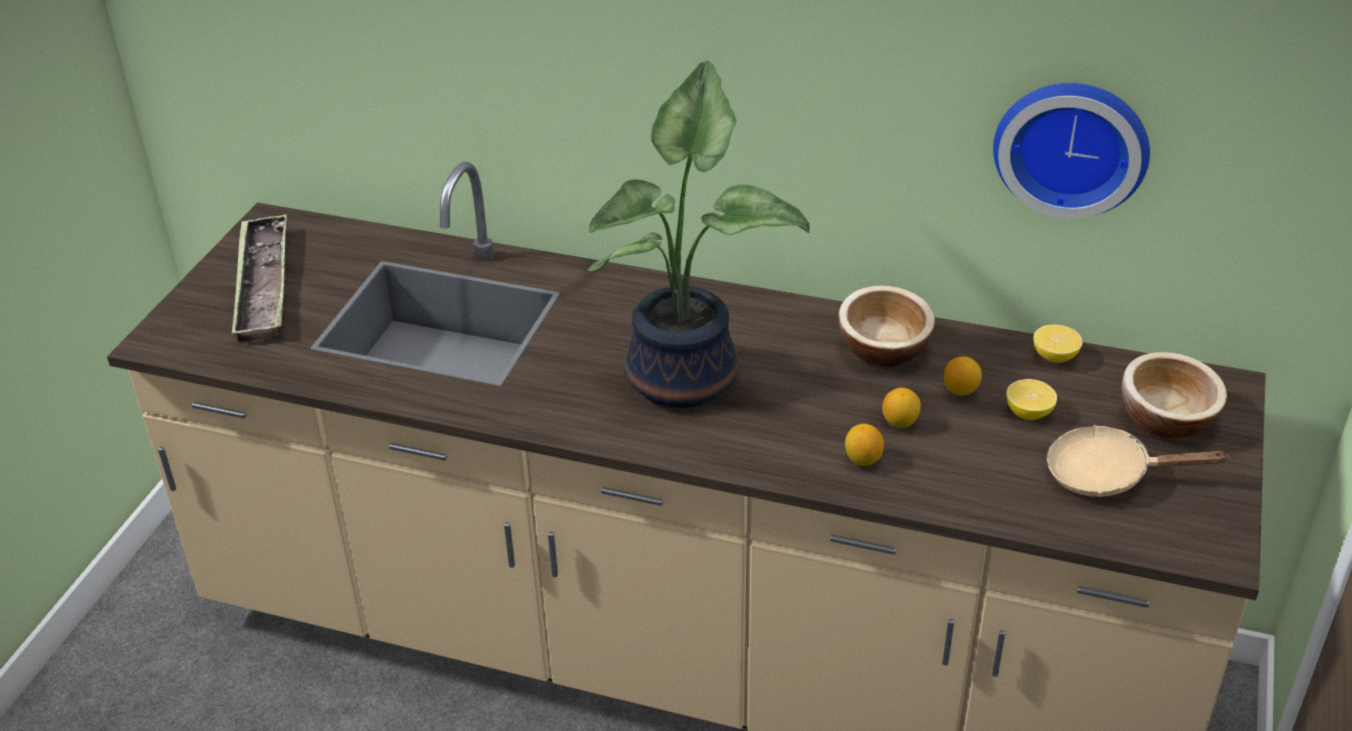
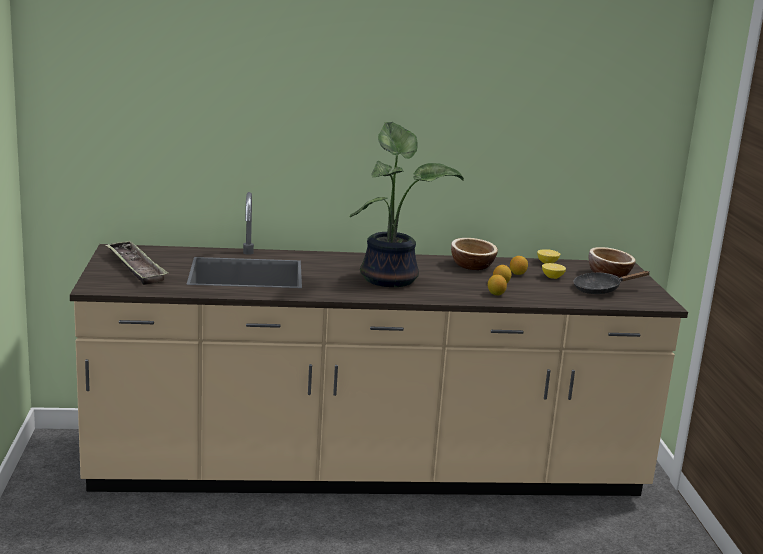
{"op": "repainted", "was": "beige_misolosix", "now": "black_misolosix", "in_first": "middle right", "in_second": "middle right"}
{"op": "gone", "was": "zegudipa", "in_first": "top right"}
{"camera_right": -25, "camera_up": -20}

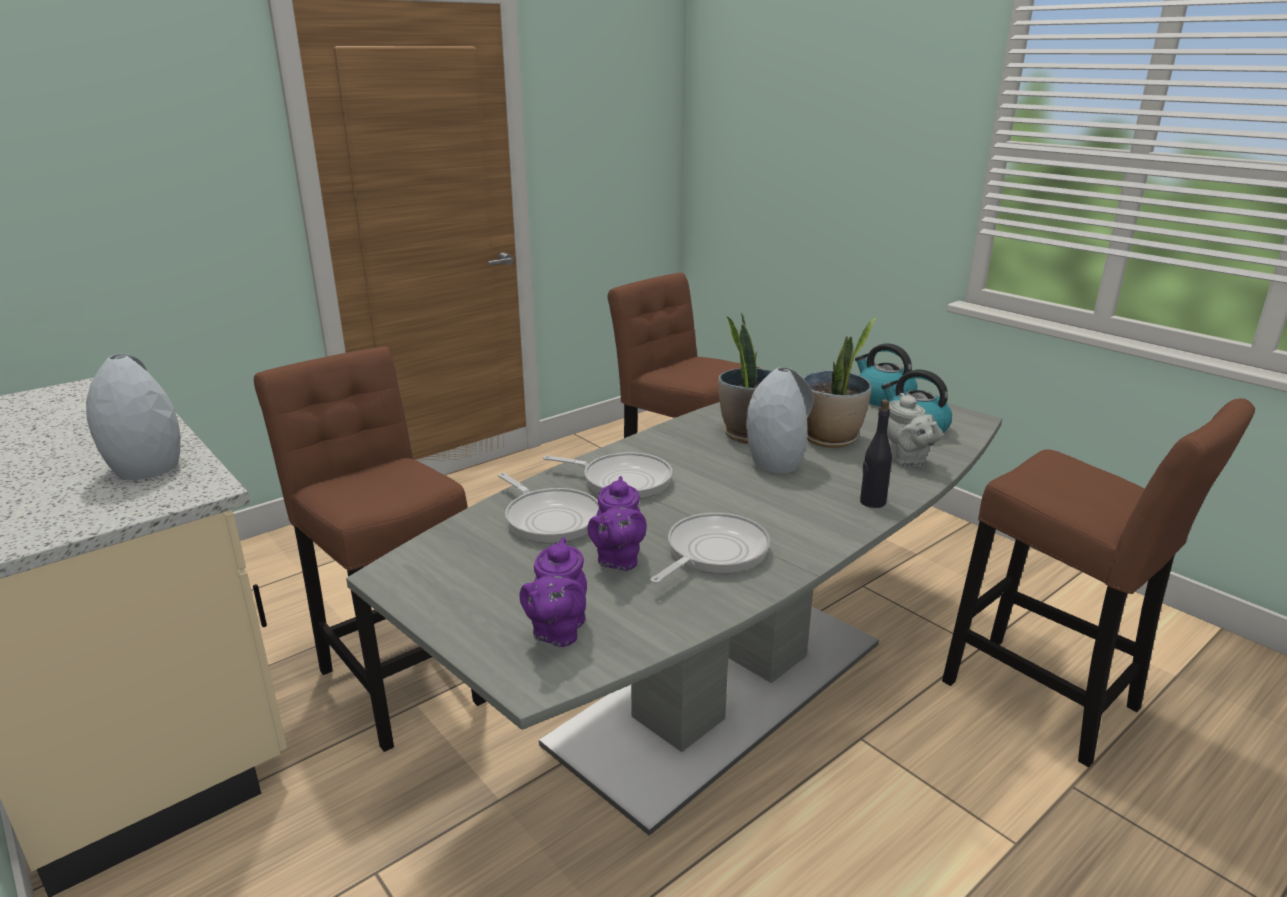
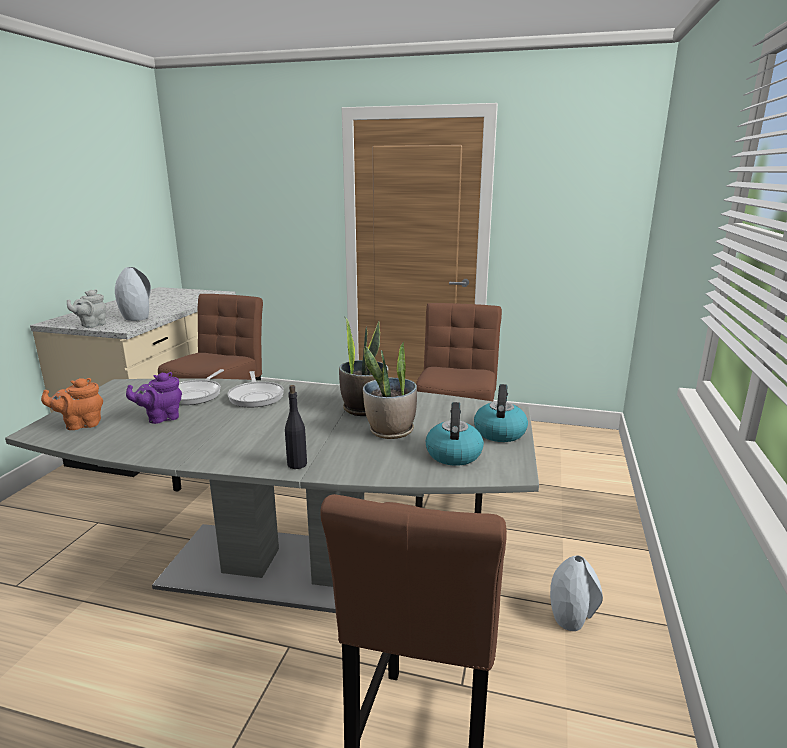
{"op": "repainted", "was": "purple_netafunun (no. 1 from left)", "now": "orange_netafunun", "in_first": "centre", "in_second": "middle left"}
{"op": "shifted", "was": "grey_netafunun", "in_first": "middle right", "in_second": "middle left"}
{"op": "shifted", "was": "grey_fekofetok (no. 2 from left)", "in_first": "centre", "in_second": "bottom right"}
{"op": "gone", "was": "misolosix (no. 3 from left)", "in_first": "centre"}
{"camera_right": 55, "camera_up": -5}

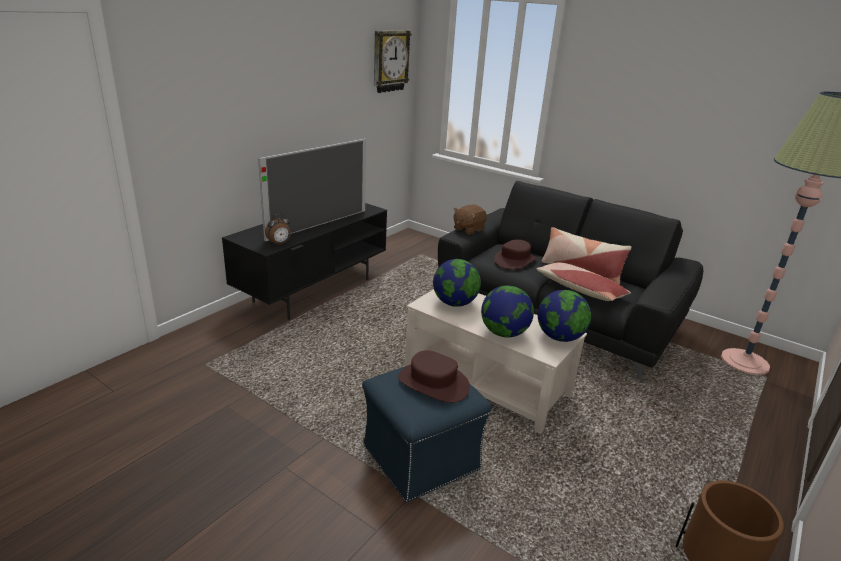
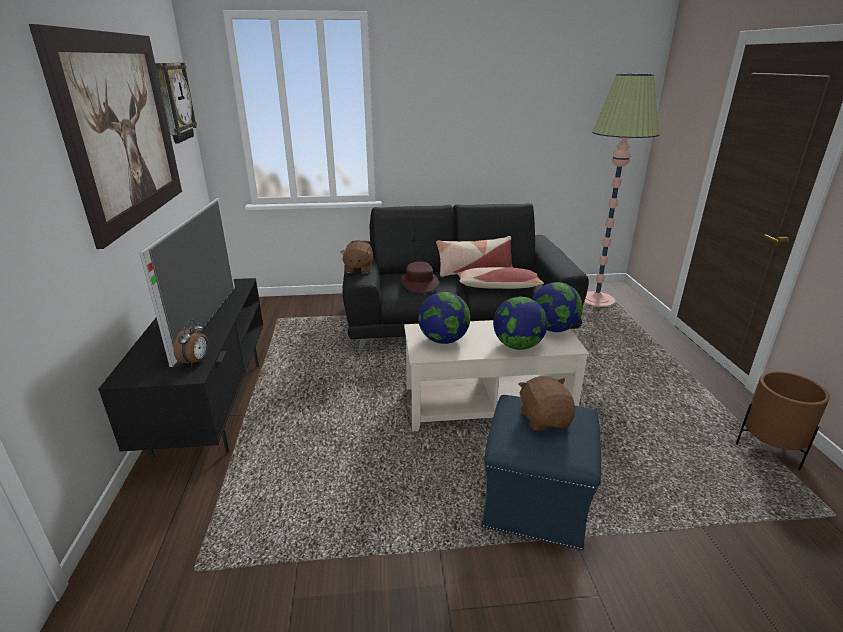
{"op": "new", "now": "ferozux", "in_second": "top left"}
{"op": "swapped", "was": "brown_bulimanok (no. 1 from left)", "now": "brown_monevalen (no. 2 from left)", "in_first": "bottom centre", "in_second": "centre"}
{"camera_right": -40, "camera_up": 0}

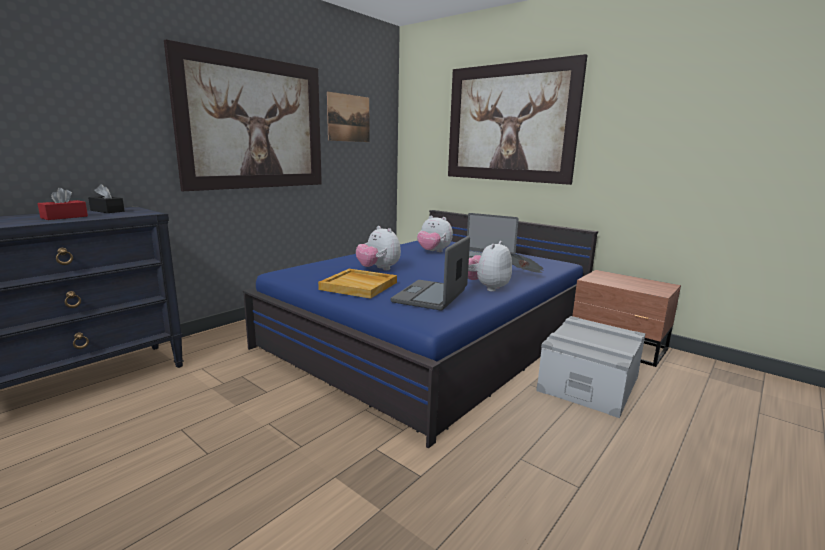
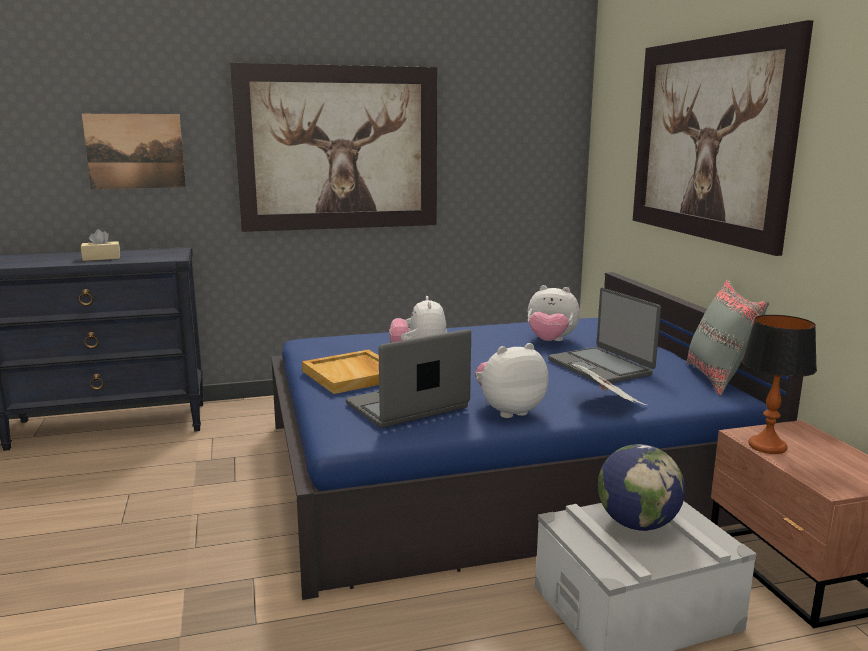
{"op": "repainted", "was": "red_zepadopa", "now": "beige_zepadopa", "in_first": "middle left", "in_second": "middle left"}
{"op": "shifted", "was": "ferozux (no. 2 from left in the first image)", "now": "ferozux (no. 1 from left)", "in_first": "top centre", "in_second": "top left"}
{"op": "rotated", "was": "monevalen (no. 2 from left in the first image)", "in_first": "centre", "in_second": "centre", "clockwise": -45}
{"op": "new", "now": "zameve", "in_second": "bottom right"}
{"op": "new", "now": "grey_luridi", "in_second": "middle right"}
{"op": "new", "now": "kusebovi", "in_second": "middle right"}
{"op": "gone", "was": "black_zepadopa", "in_first": "middle left"}
{"camera_right": 35, "camera_up": 0}

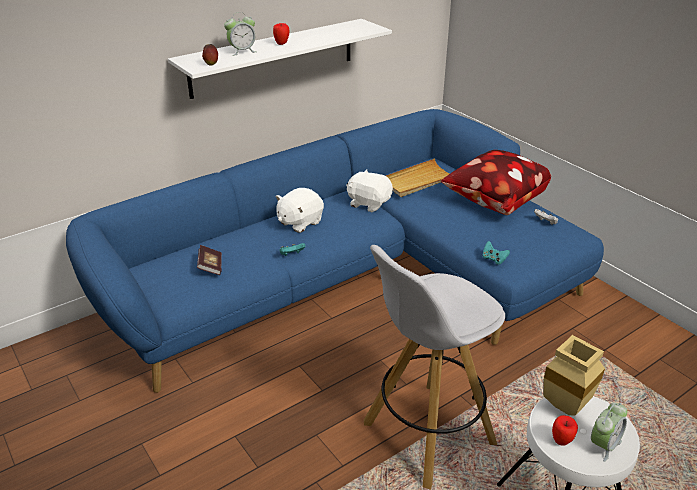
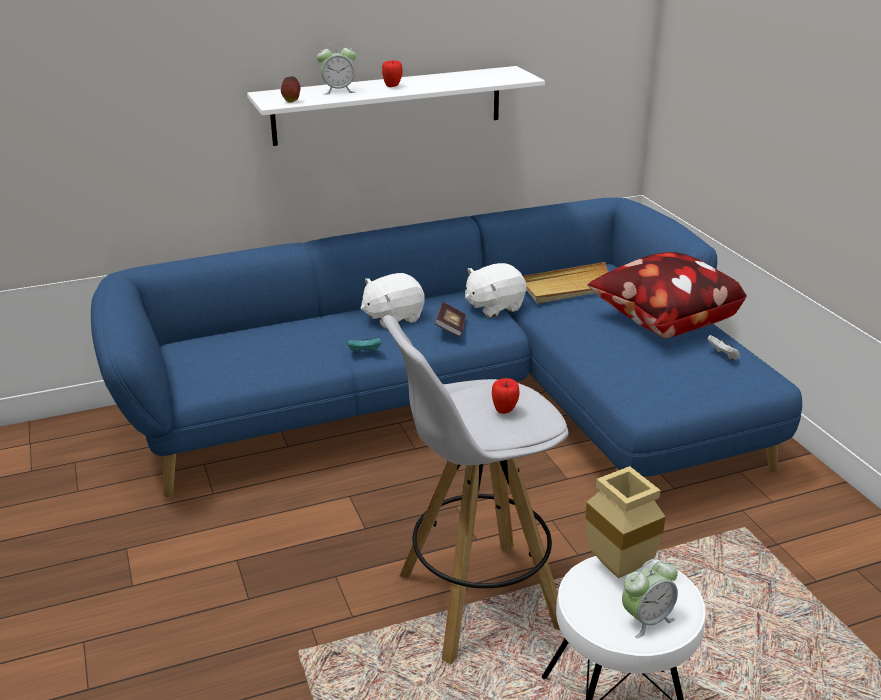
{"op": "shifted", "was": "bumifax", "in_first": "middle left", "in_second": "centre"}
{"op": "rotated", "was": "white_monevalen (no. 2 from left)", "in_first": "centre", "in_second": "centre", "clockwise": -75}
{"op": "shifted", "was": "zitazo (no. 3 from left)", "in_first": "bottom right", "in_second": "centre"}
{"op": "gone", "was": "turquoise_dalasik (no. 2 from left)", "in_first": "middle right"}
{"camera_right": 15, "camera_up": -5}

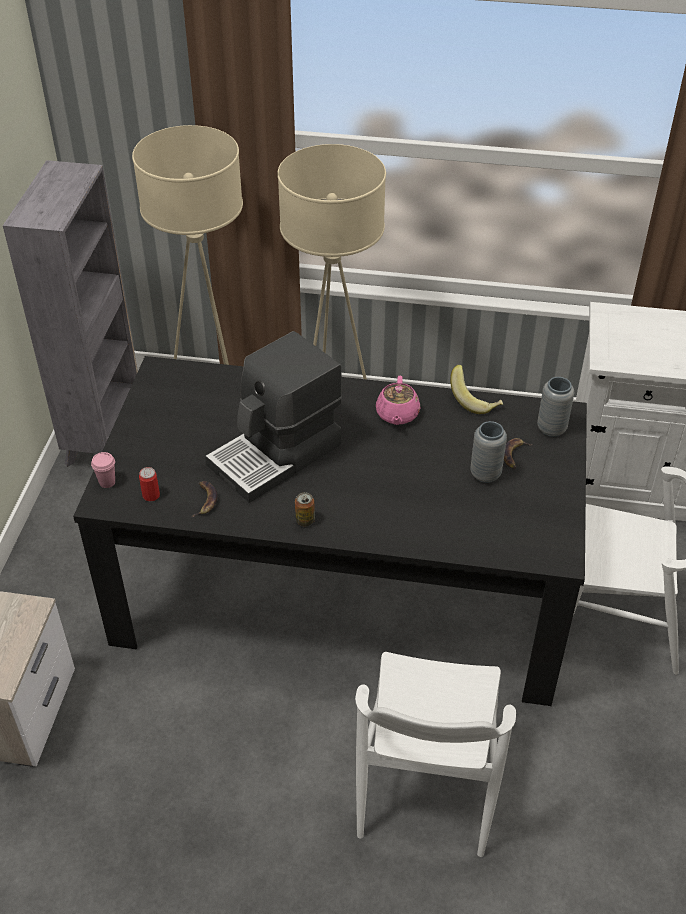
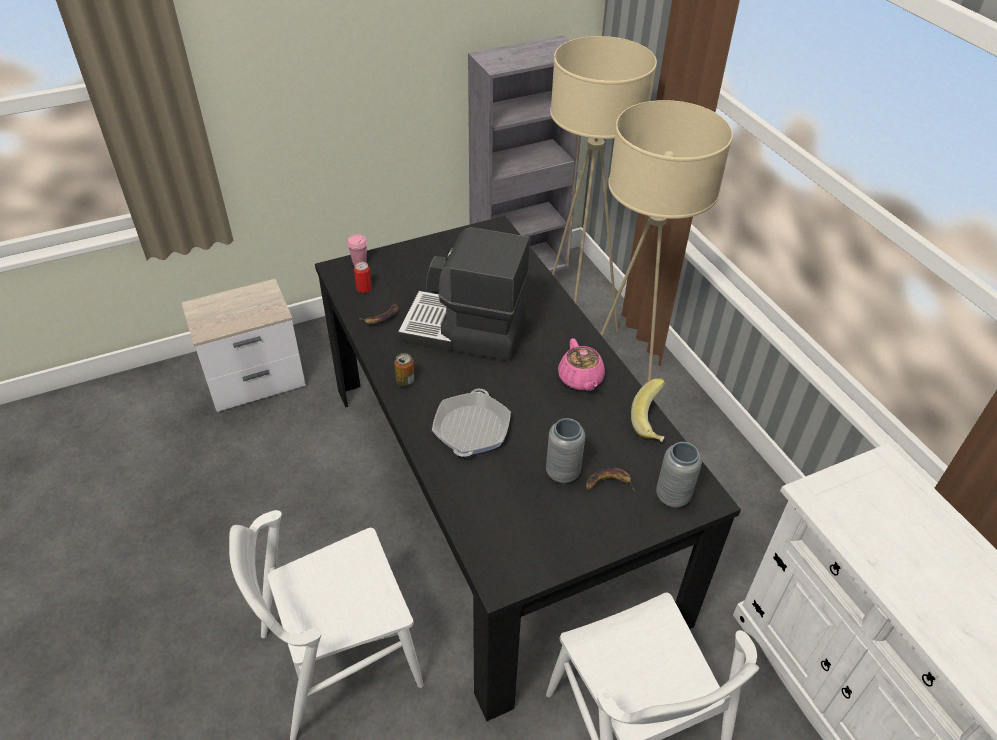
{"op": "new", "now": "misolosix", "in_second": "centre"}
{"op": "rotated", "was": "pink_netafunun", "in_first": "centre", "in_second": "centre", "clockwise": -75}
{"camera_right": 55, "camera_up": 0}

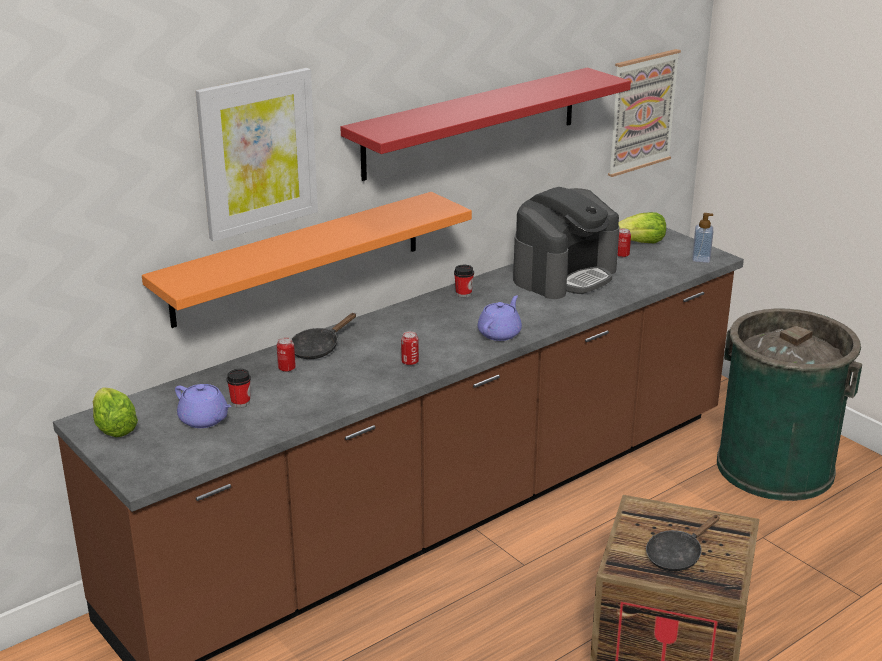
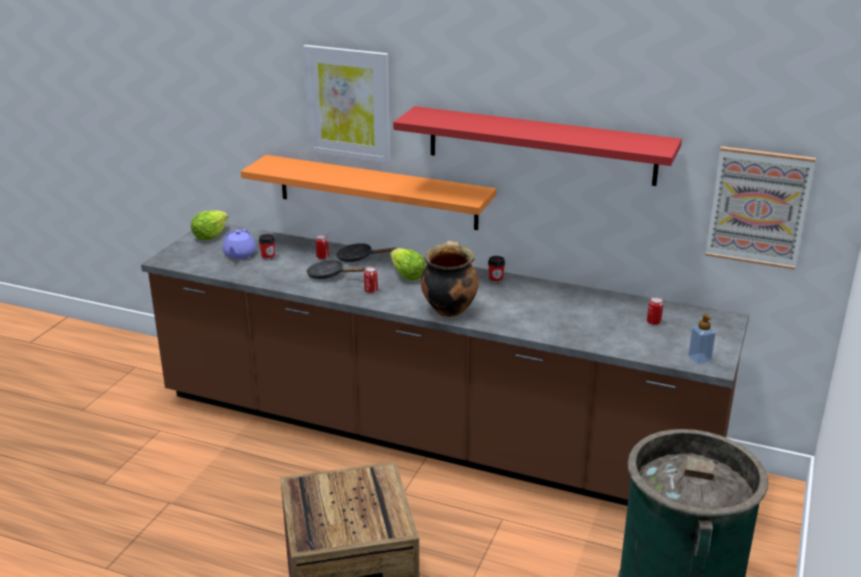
{"op": "shifted", "was": "black_misolosix (no. 2 from left in the first image)", "now": "black_misolosix (no. 1 from left)", "in_first": "bottom right", "in_second": "centre"}
{"op": "shifted", "was": "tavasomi (no. 2 from left)", "in_first": "middle right", "in_second": "centre"}
{"op": "swapped", "was": "purple_netafunun (no. 2 from left)", "now": "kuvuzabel", "in_first": "centre", "in_second": "centre"}
{"op": "gone", "was": "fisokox", "in_first": "centre"}
{"camera_right": 60, "camera_up": 0}

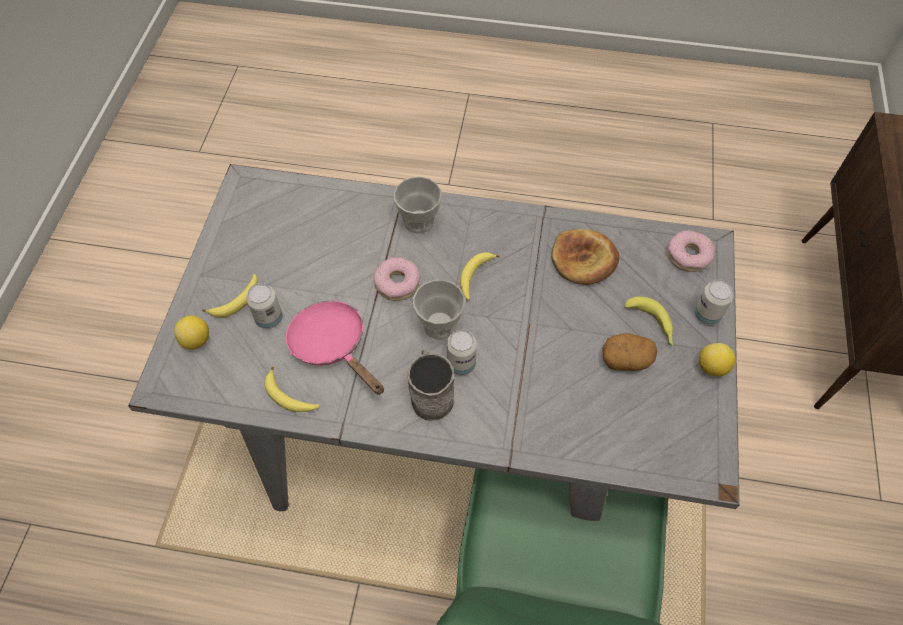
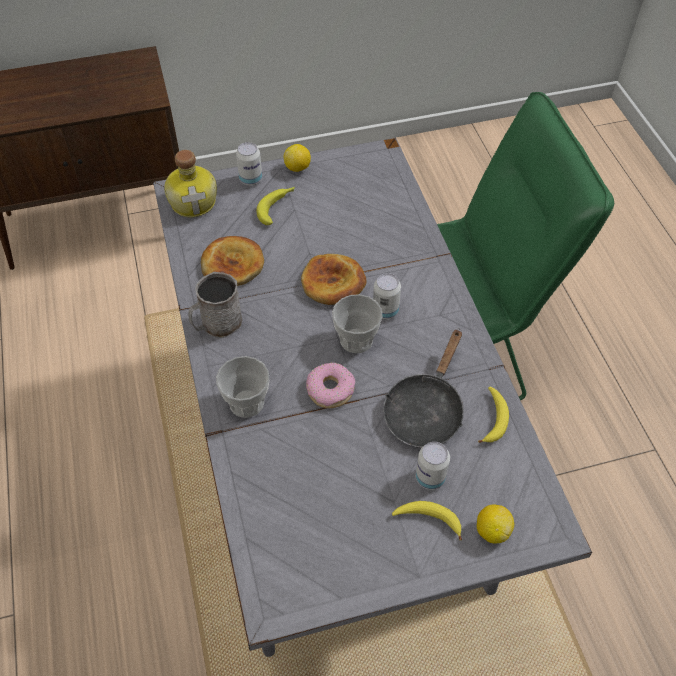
{"op": "swapped", "was": "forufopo (no. 2 from left)", "now": "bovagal", "in_first": "middle right", "in_second": "top left"}
{"op": "shifted", "was": "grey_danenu", "in_first": "centre", "in_second": "middle left"}
{"op": "new", "now": "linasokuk (no. 2 from left)", "in_second": "centre"}
{"op": "repainted", "was": "pink_misolosix", "now": "black_misolosix", "in_first": "centre", "in_second": "centre"}
{"op": "gone", "was": "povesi (no. 3 from left)", "in_first": "centre"}
{"op": "gone", "was": "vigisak", "in_first": "middle right"}
{"camera_right": -115, "camera_up": -5}

